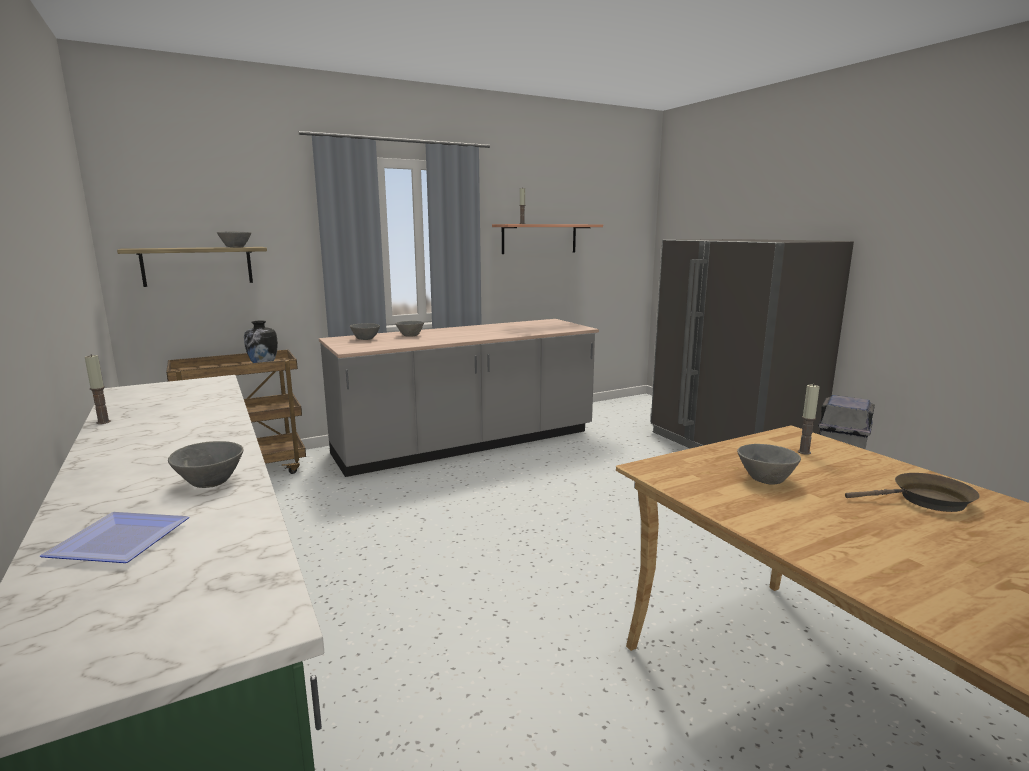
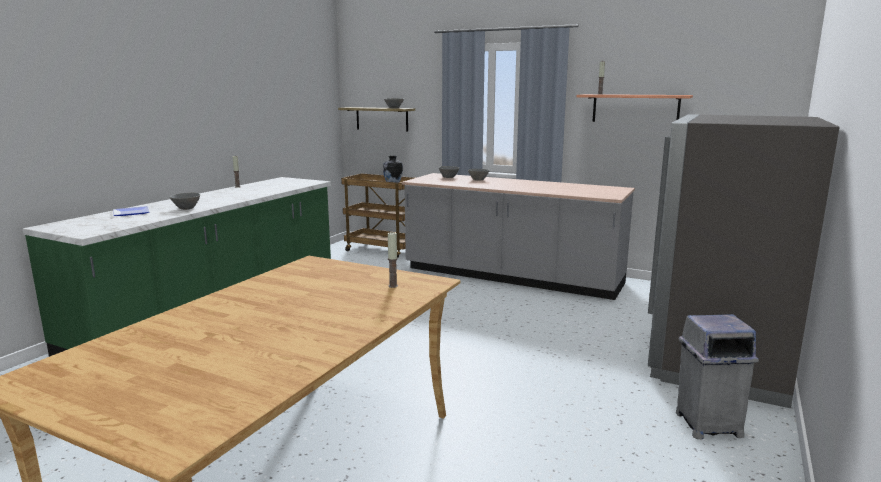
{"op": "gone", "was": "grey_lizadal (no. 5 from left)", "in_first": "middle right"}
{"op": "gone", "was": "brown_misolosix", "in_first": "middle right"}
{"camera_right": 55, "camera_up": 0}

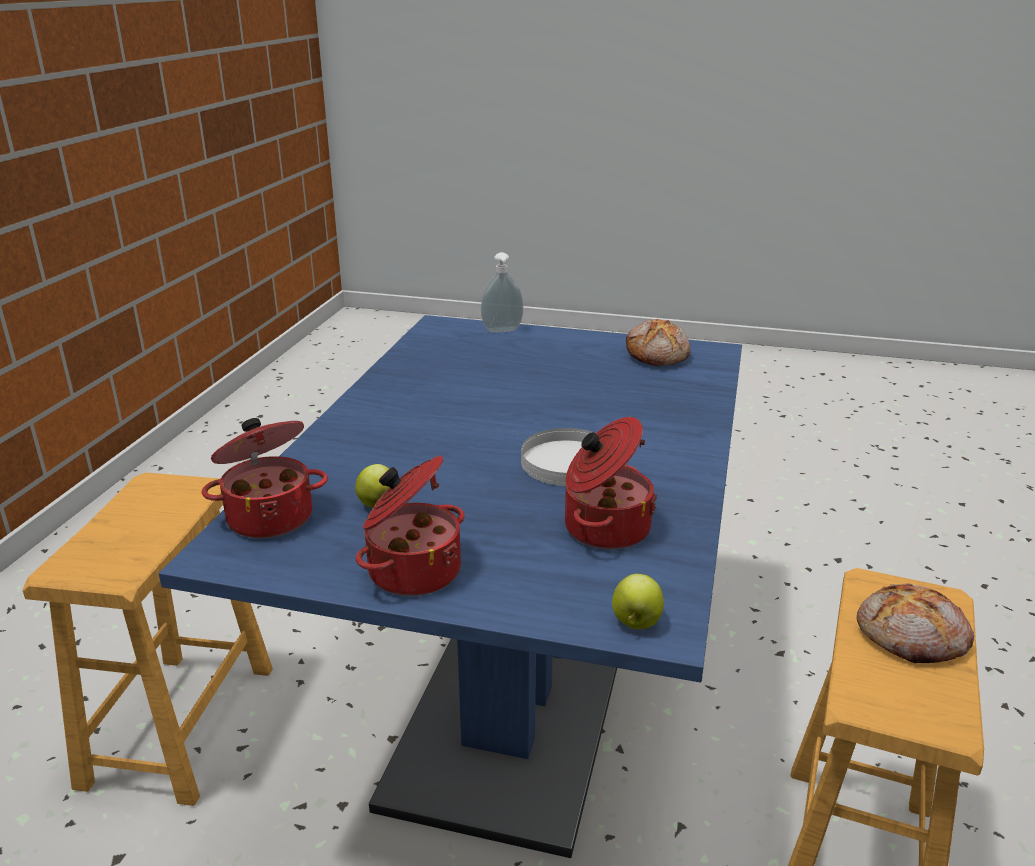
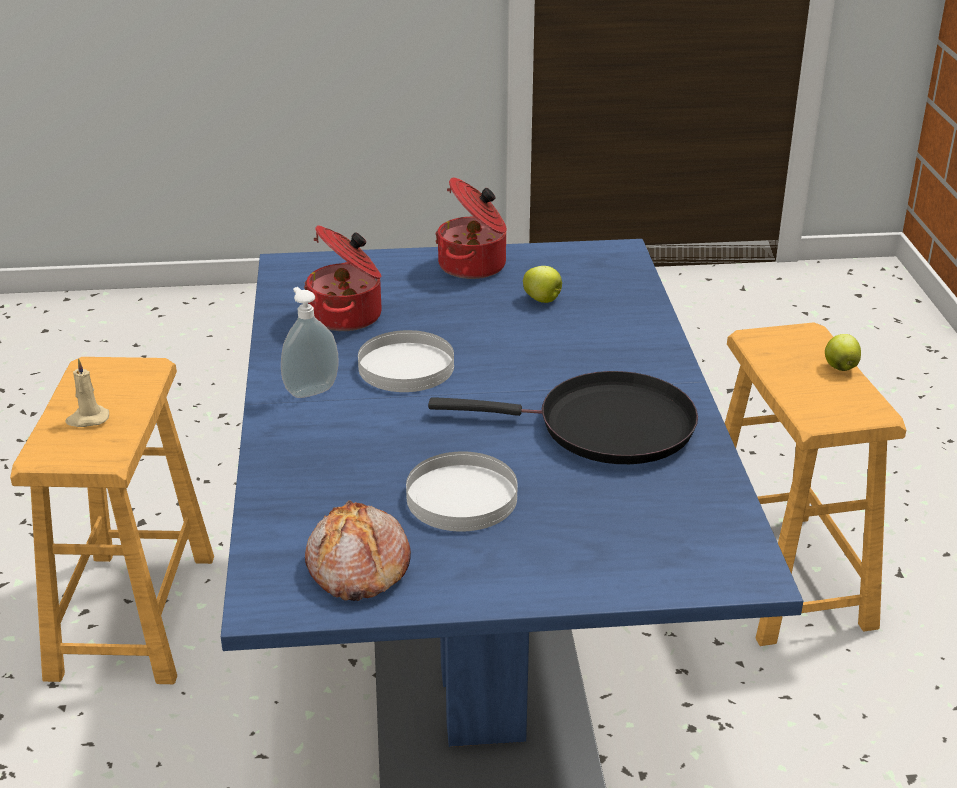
{"op": "swapped", "was": "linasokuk (no. 2 from left)", "now": "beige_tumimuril", "in_first": "bottom right", "in_second": "middle left"}
{"op": "shifted", "was": "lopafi", "in_first": "centre", "in_second": "middle left"}
{"op": "new", "now": "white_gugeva (no. 2 from left)", "in_second": "centre"}
{"op": "new", "now": "black_misolosix", "in_second": "centre"}
{"op": "shifted", "was": "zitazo (no. 2 from left)", "in_first": "bottom centre", "in_second": "middle right"}
{"op": "gone", "was": "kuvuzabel (no. 1 from left)", "in_first": "middle left"}
{"camera_right": 160, "camera_up": 5}

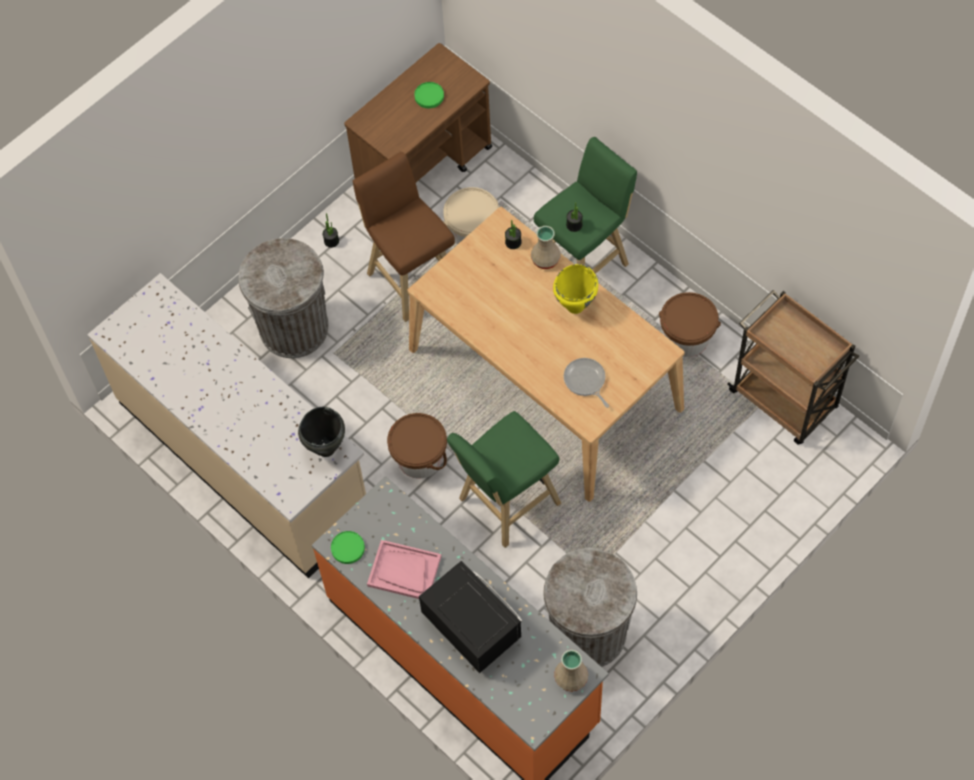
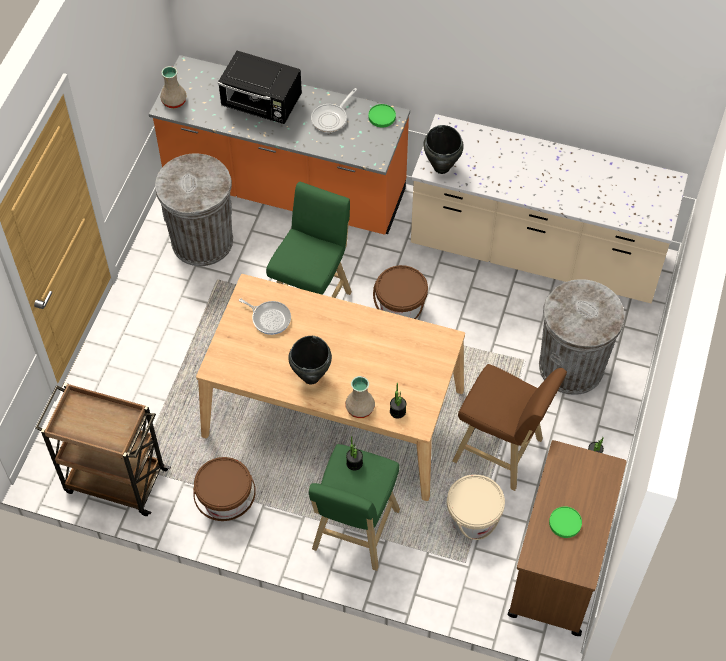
{"op": "repainted", "was": "yellow_kuvuzabel", "now": "black_kuvuzabel (no. 1 from left)", "in_first": "centre", "in_second": "centre"}
{"op": "swapped", "was": "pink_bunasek", "now": "misolosix (no. 2 from left)", "in_first": "bottom centre", "in_second": "top centre"}
{"camera_right": 150, "camera_up": -5}

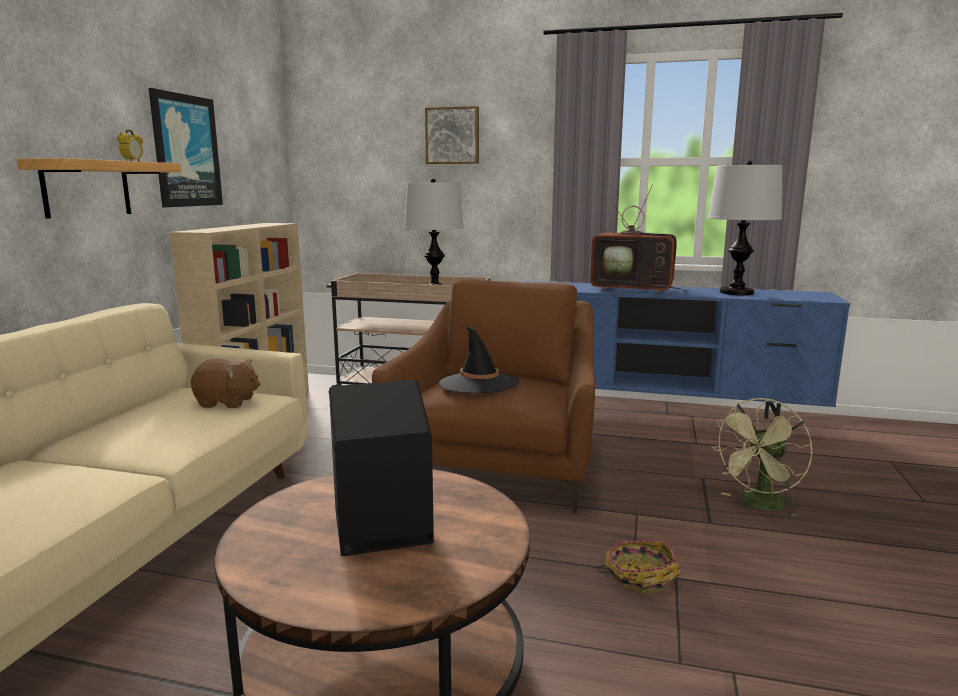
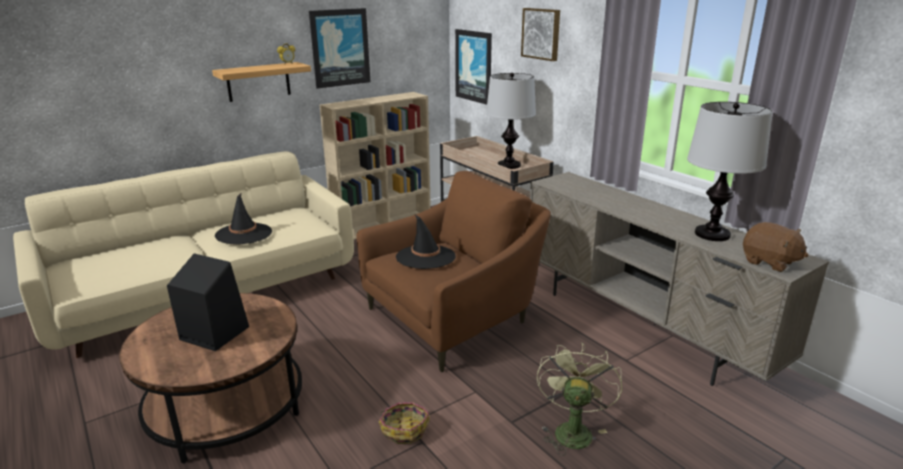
{"op": "new", "now": "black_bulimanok (no. 1 from left)", "in_second": "middle left"}
{"op": "new", "now": "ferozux (no. 2 from left)", "in_second": "top centre"}
{"op": "repainted", "was": "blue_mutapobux", "now": "beige_mutapobux", "in_first": "middle right", "in_second": "middle right"}
{"op": "rotated", "was": "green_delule", "in_first": "middle right", "in_second": "bottom centre", "clockwise": 105}
{"op": "shifted", "was": "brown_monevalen", "in_first": "middle left", "in_second": "middle right"}
{"op": "gone", "was": "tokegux", "in_first": "middle right"}
{"camera_right": 40, "camera_up": 10}

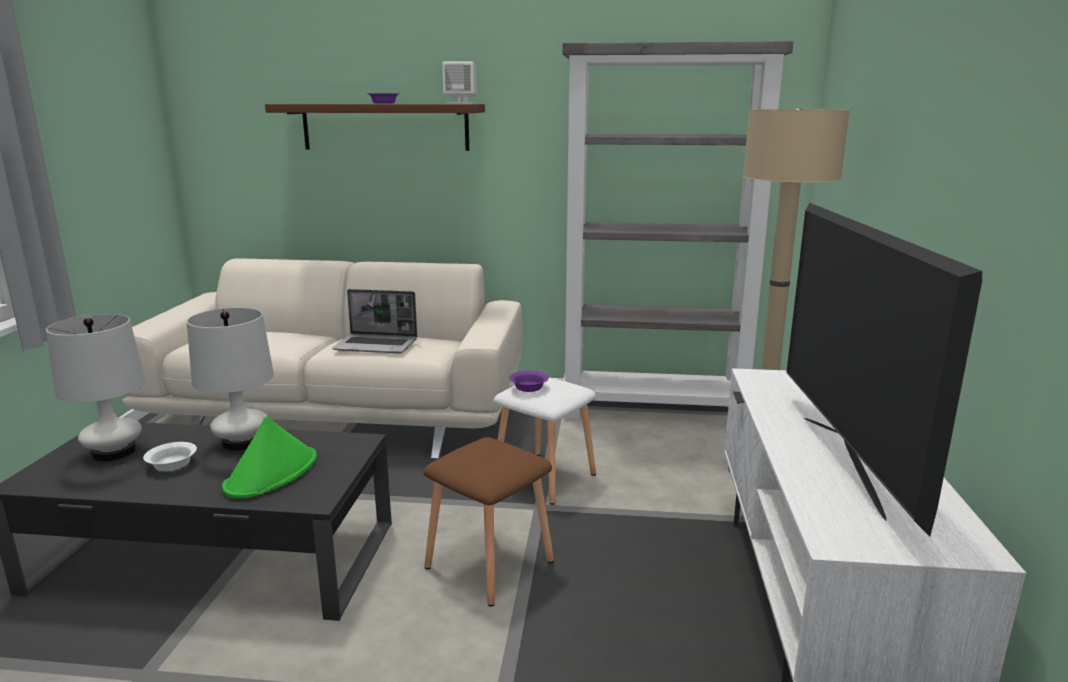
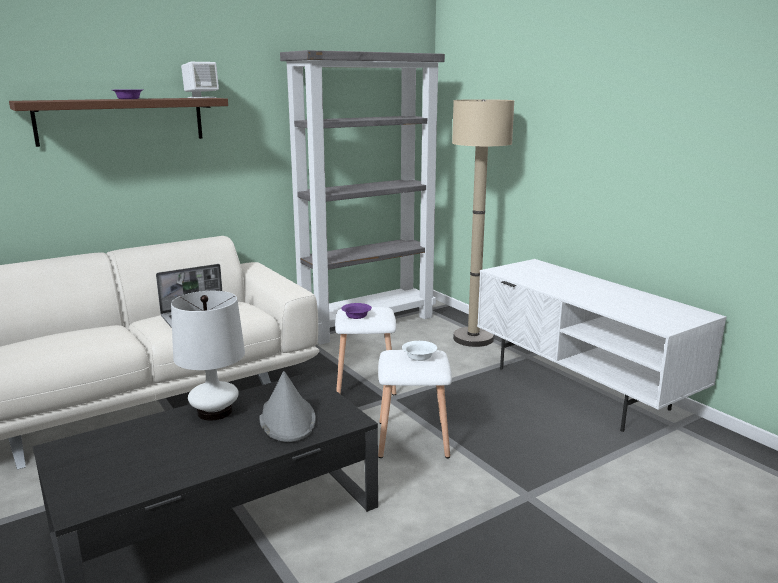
{"op": "repainted", "was": "green_bulimanok", "now": "grey_bulimanok", "in_first": "bottom left", "in_second": "bottom centre"}
{"op": "repainted", "was": "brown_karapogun", "now": "white_karapogun (no. 2 from left)", "in_first": "bottom centre", "in_second": "bottom centre"}
{"op": "shifted", "was": "white_lizadal", "in_first": "bottom left", "in_second": "centre"}
{"op": "gone", "was": "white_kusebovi (no. 1 from left)", "in_first": "middle left"}
{"op": "gone", "was": "tokegux", "in_first": "middle right"}
{"camera_right": -40, "camera_up": 0}

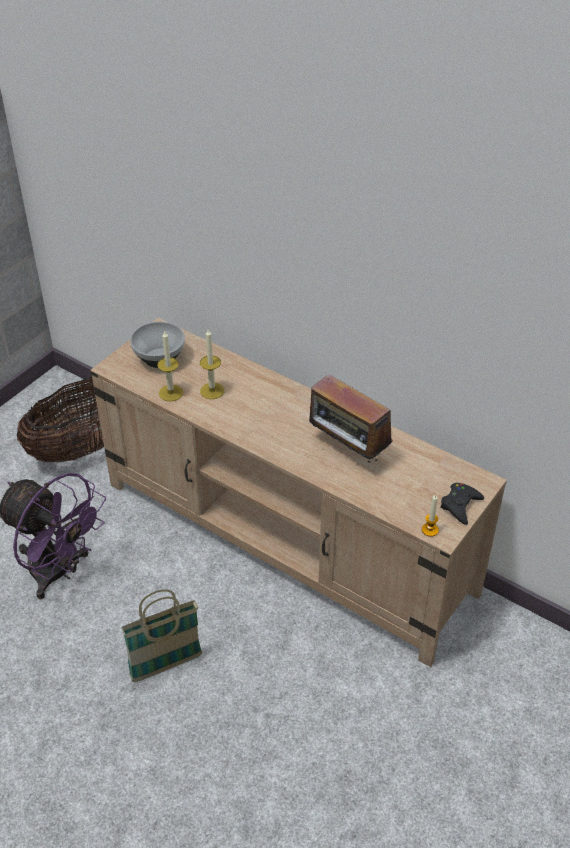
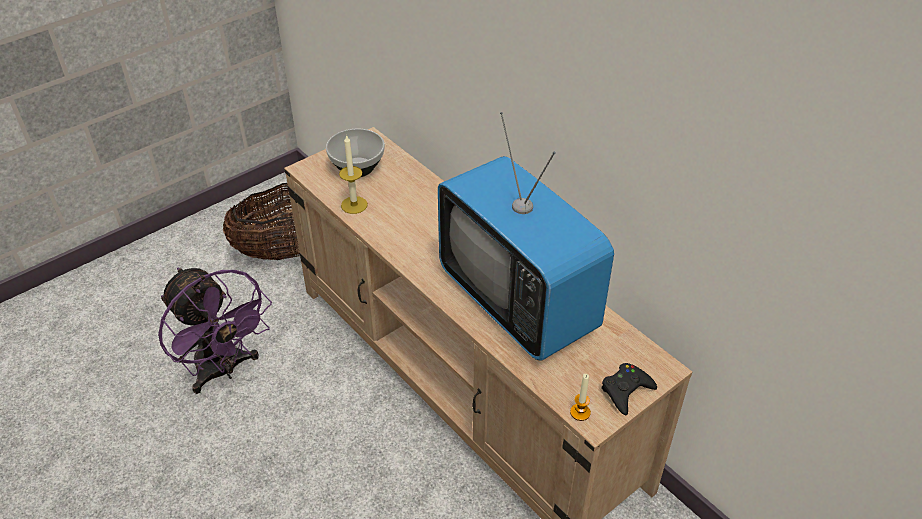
{"op": "swapped", "was": "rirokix", "now": "tokegux", "in_first": "centre", "in_second": "centre"}
{"op": "gone", "was": "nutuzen (no. 2 from left)", "in_first": "bottom left"}
{"op": "gone", "was": "tumimuril (no. 2 from left)", "in_first": "centre"}
{"camera_right": 15, "camera_up": 0}

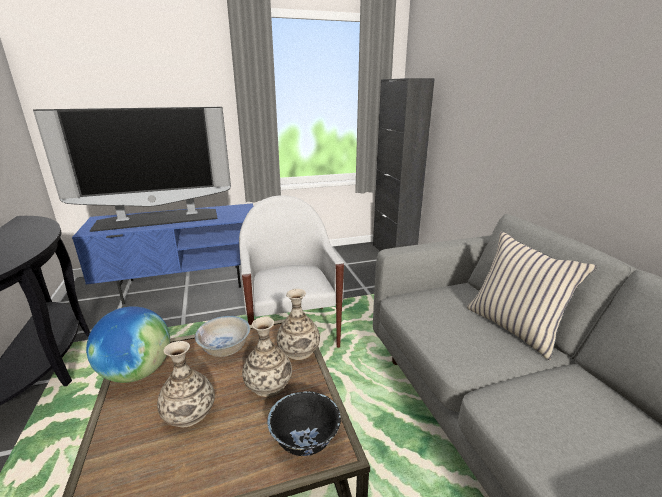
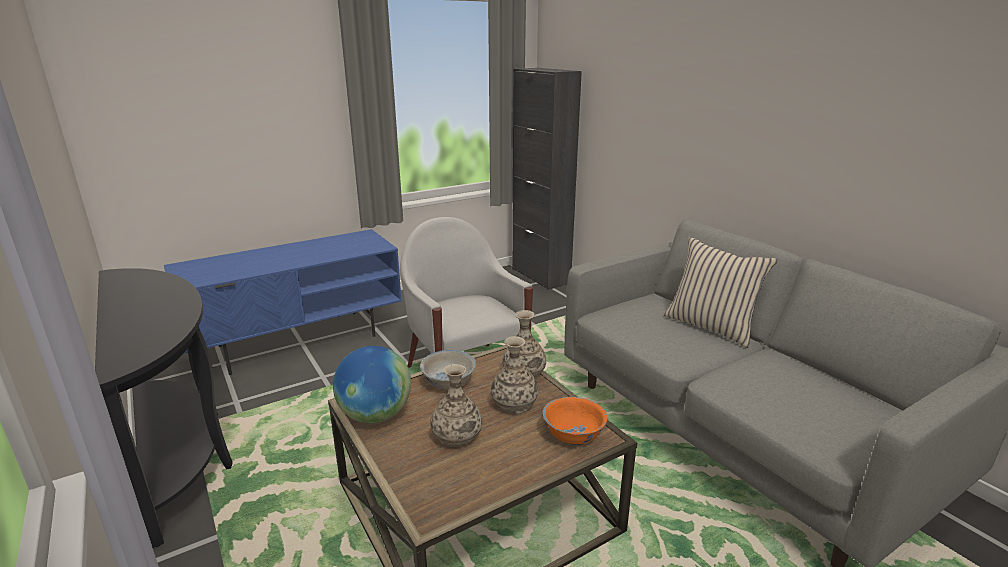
{"op": "repainted", "was": "black_lizadal", "now": "orange_lizadal", "in_first": "bottom centre", "in_second": "bottom centre"}
{"op": "gone", "was": "tokegux", "in_first": "middle left"}
{"camera_right": -15, "camera_up": 0}

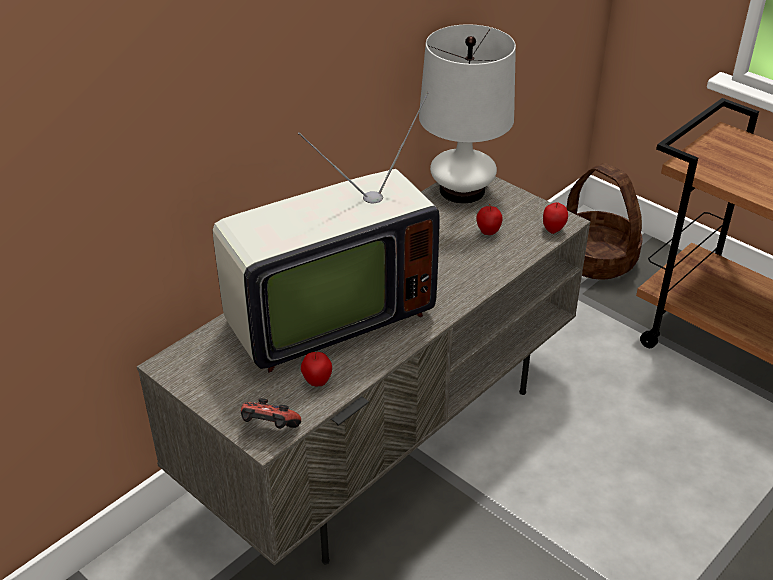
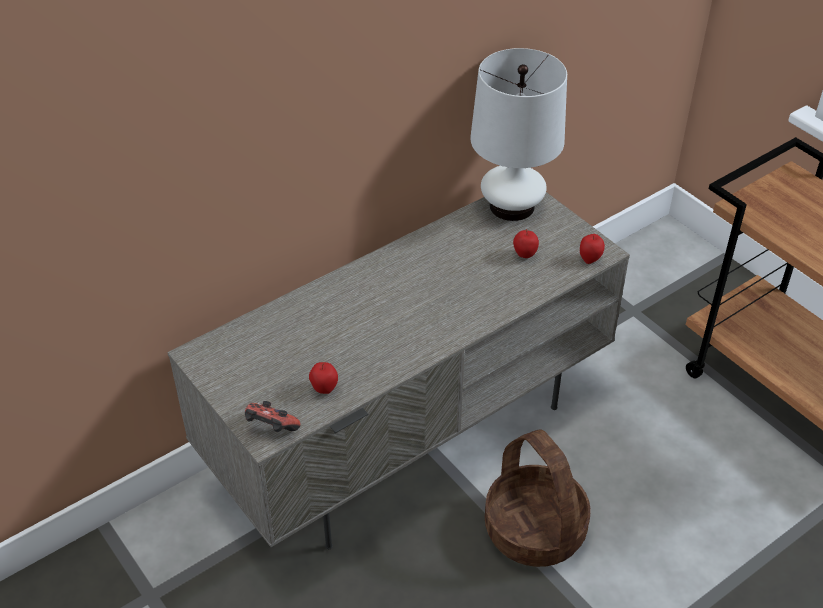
{"op": "shifted", "was": "nutuzen", "in_first": "middle right", "in_second": "bottom centre"}
{"op": "gone", "was": "tokegux", "in_first": "centre"}
{"camera_right": 10, "camera_up": 5}

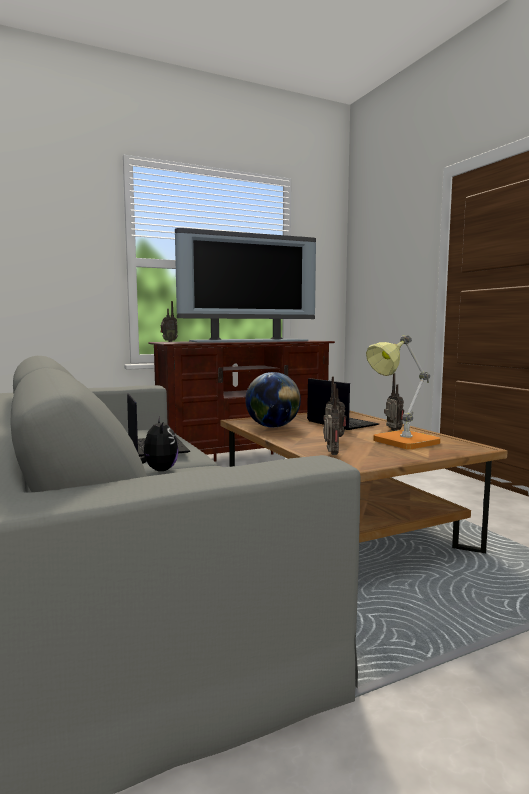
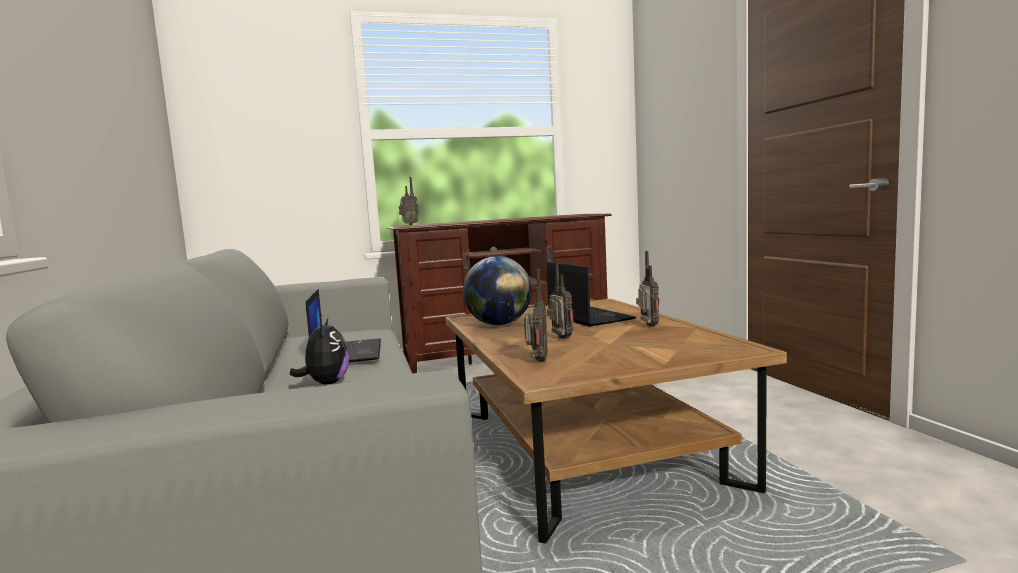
{"op": "gone", "was": "tokegux", "in_first": "centre"}
{"op": "gone", "was": "kusebovi", "in_first": "middle right"}
{"camera_right": 10, "camera_up": 0}

